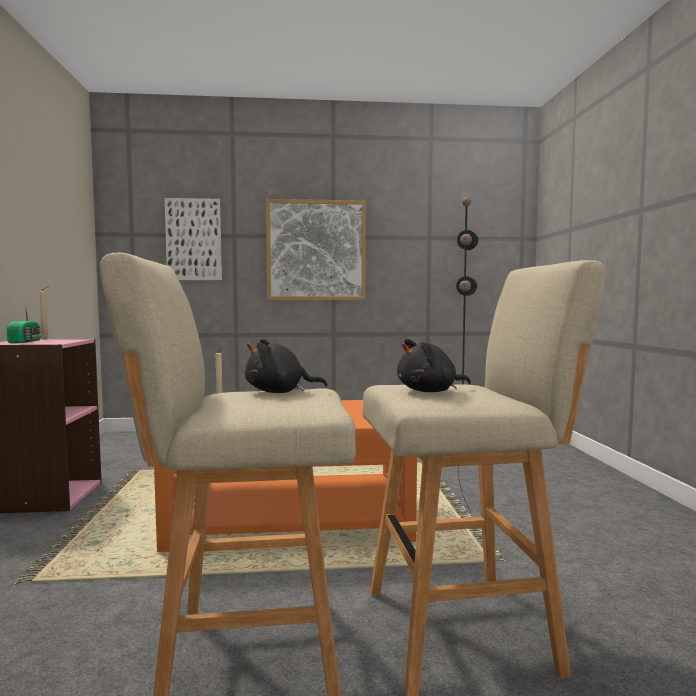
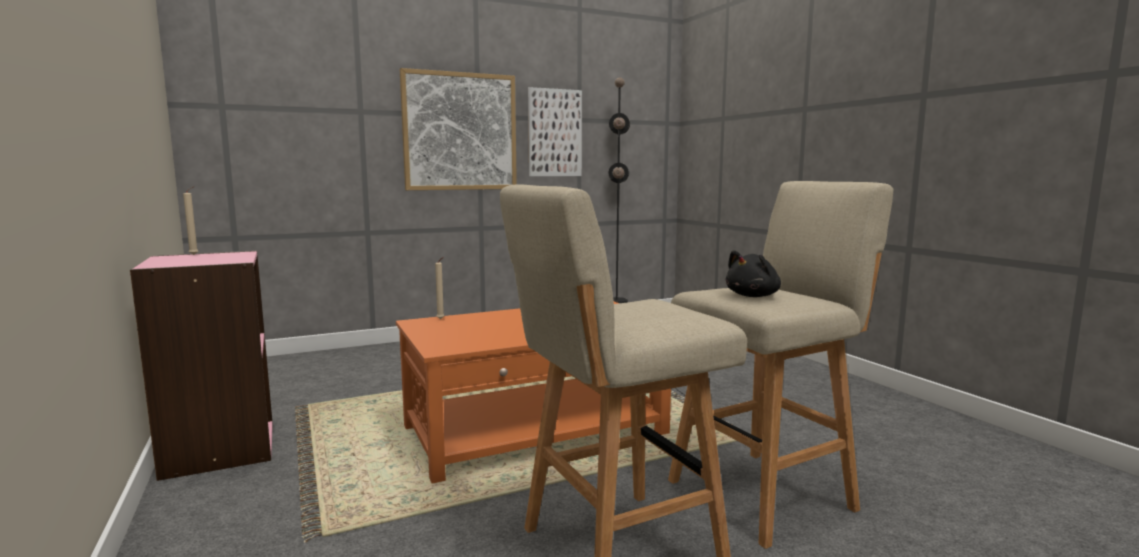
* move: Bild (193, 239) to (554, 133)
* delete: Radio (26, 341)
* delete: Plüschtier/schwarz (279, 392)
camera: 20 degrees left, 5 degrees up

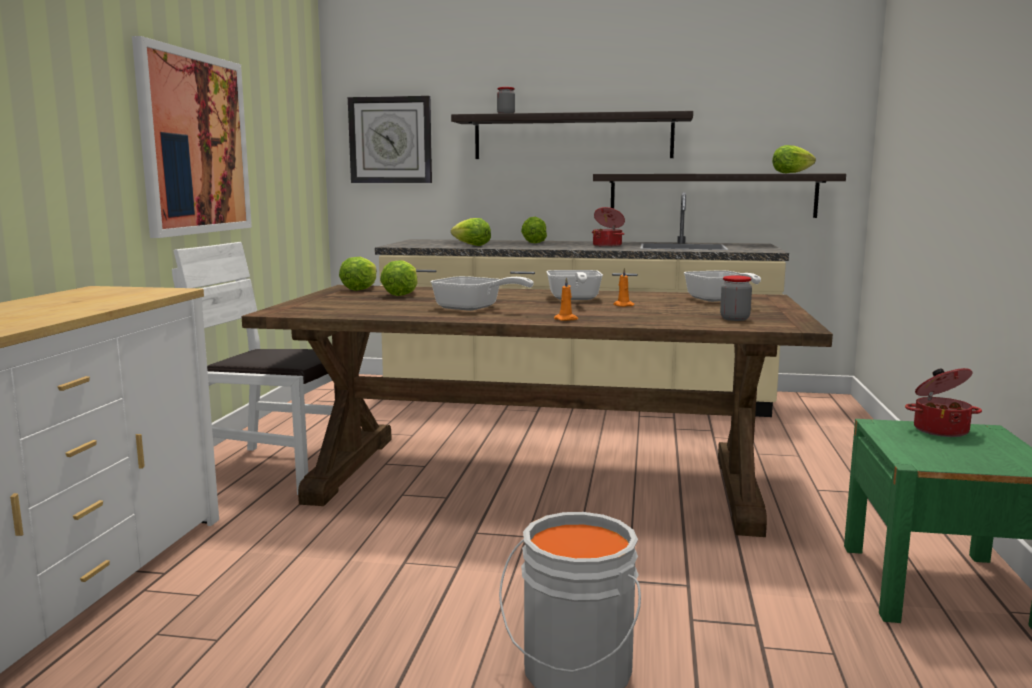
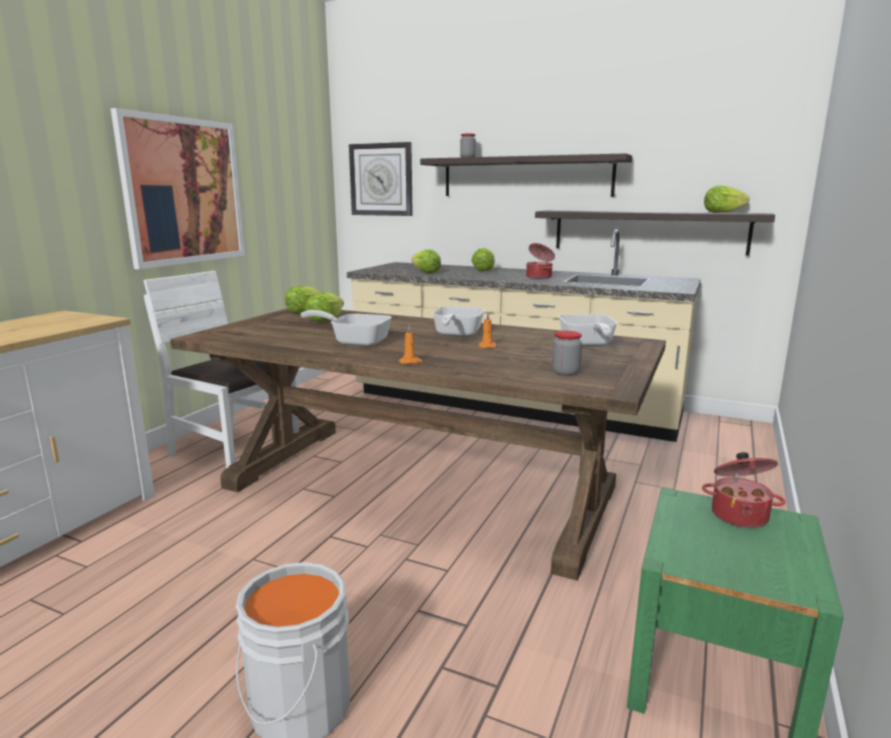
* rotate: Pfanne (473, 308) = (355, 341) 150 degrees clockwise
camera: 15 degrees right, 5 degrees up

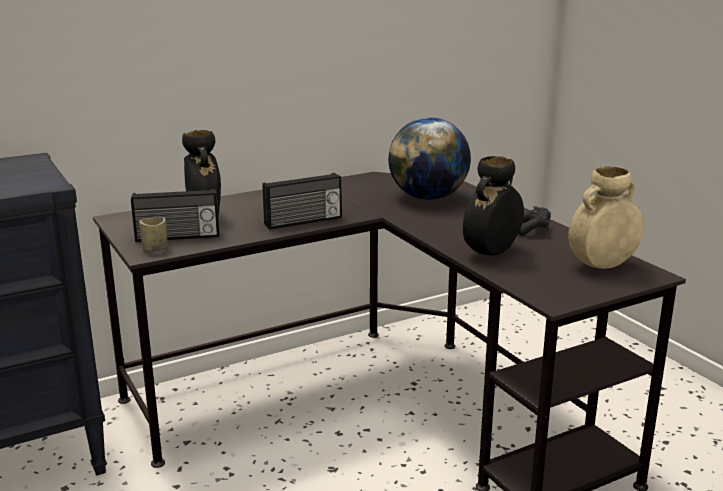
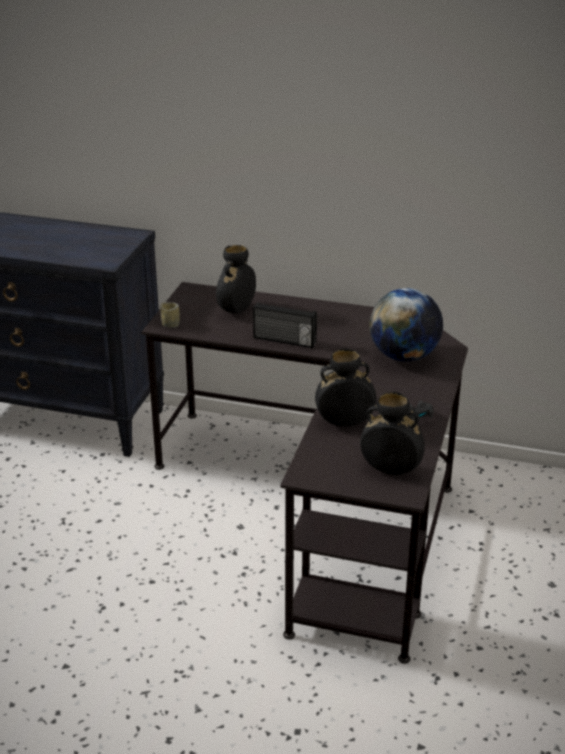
* recolor: Vase/beige (601, 266) to Vase/schwarz (391, 470)
* delete: Radio (177, 237)
camera: 45 degrees right, 10 degrees up

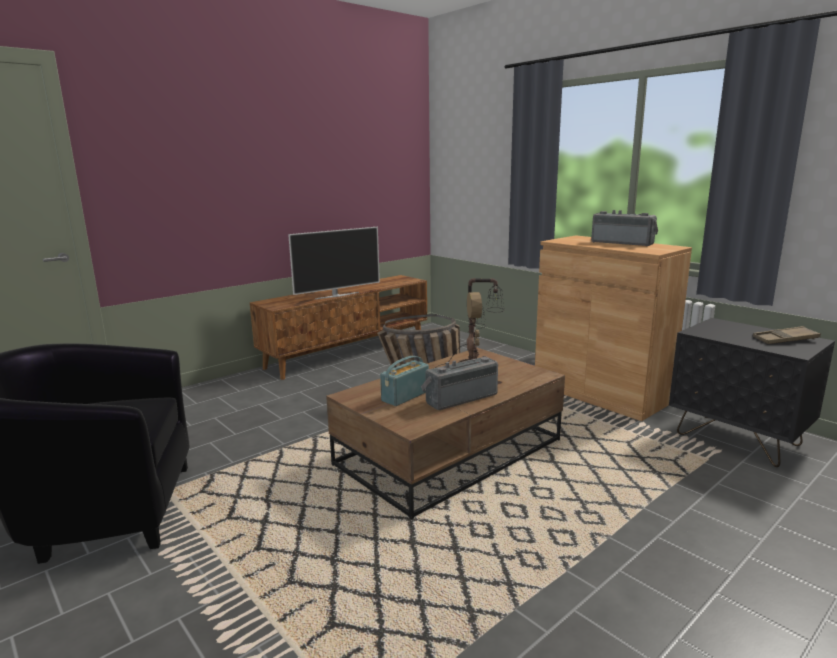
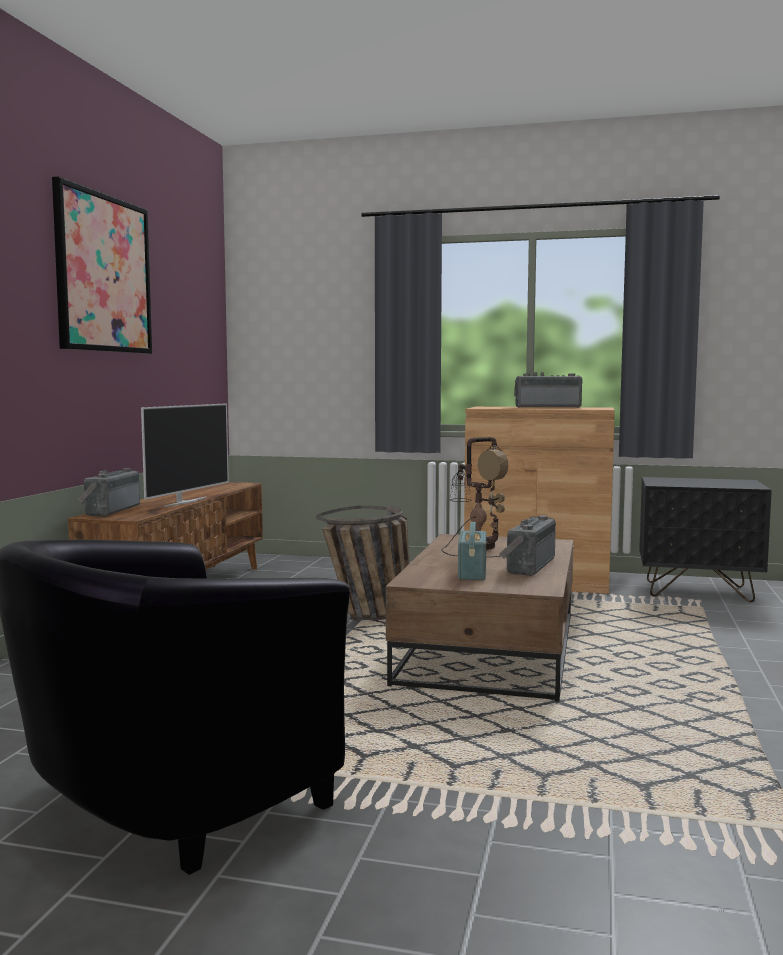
* insert: Bild (103, 274)
* insert: Radio (109, 510)
* delete: Tablett/braun (785, 340)
camera: 35 degrees left, 10 degrees down

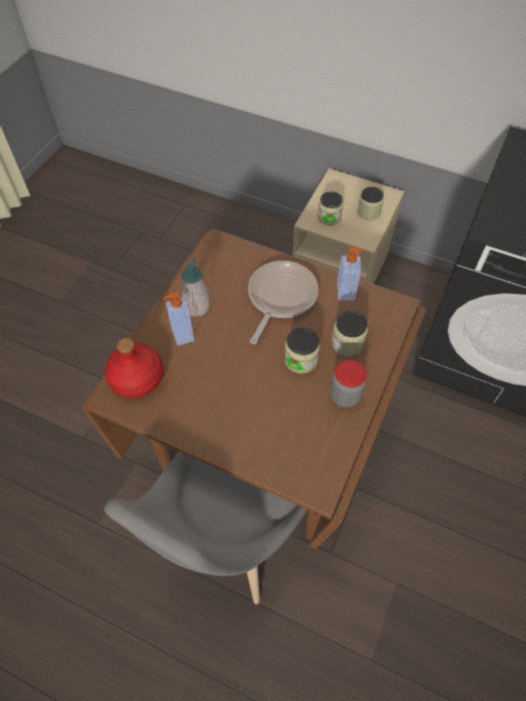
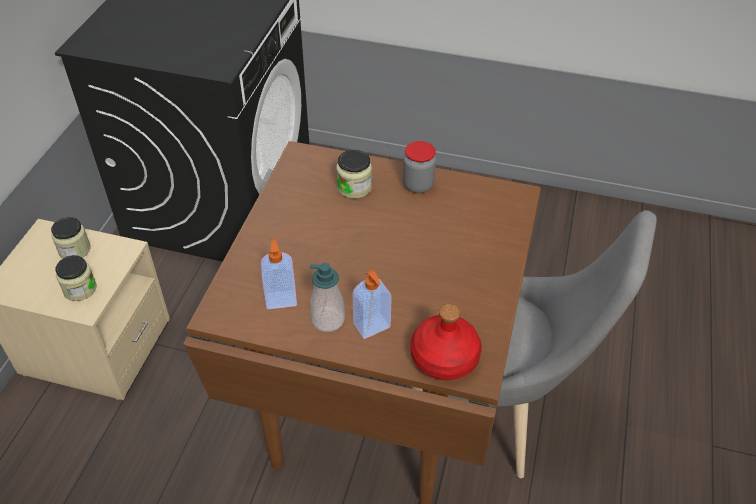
* move: Seifenspender (346, 291) to (281, 299)
* delete: Pfanne (280, 297)
* delete: Vorratsglas (300, 359)
camera: 100 degrees left, 10 degrees down

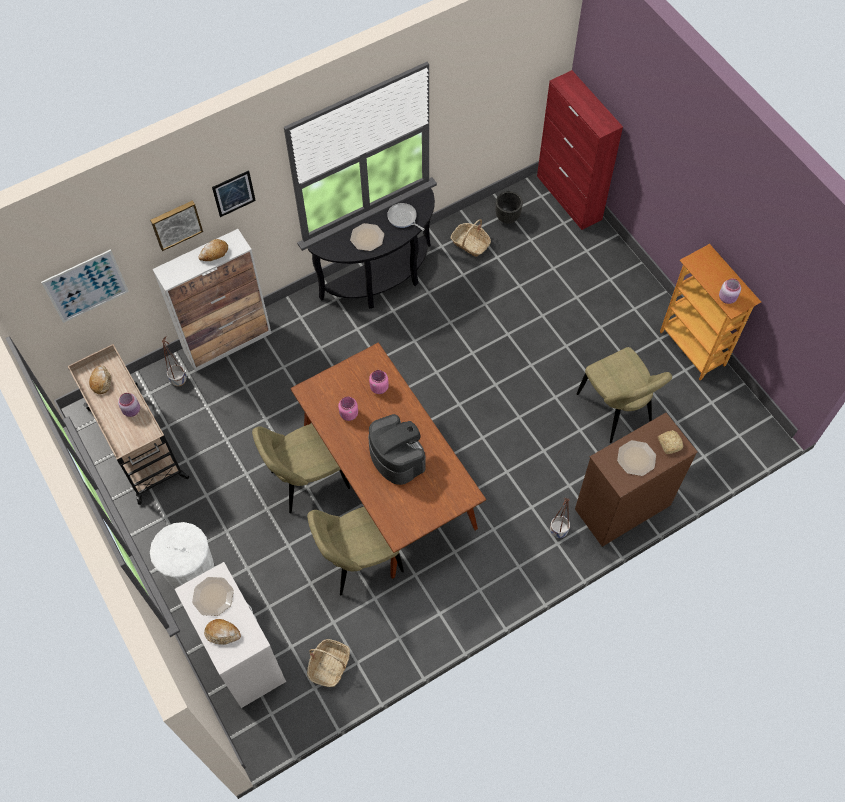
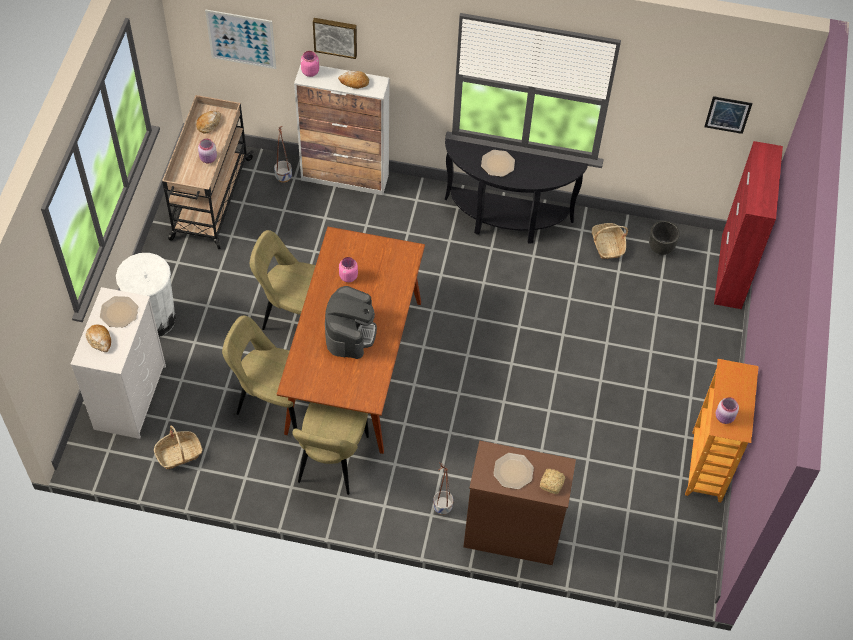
* move: Stuhl/beige (616, 411) to (331, 463)
* move: Vorratsglas/rosa (378, 387) to (310, 71)
* move: Bild (233, 193) to (728, 114)
* delete: Pfanne (403, 218)
camera: 40 degrees right, 5 degrees down

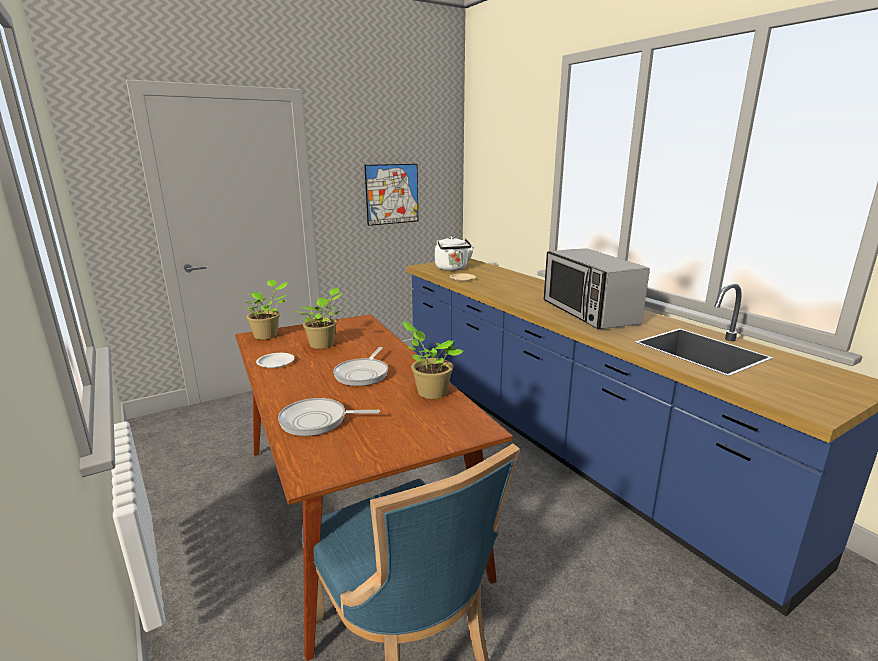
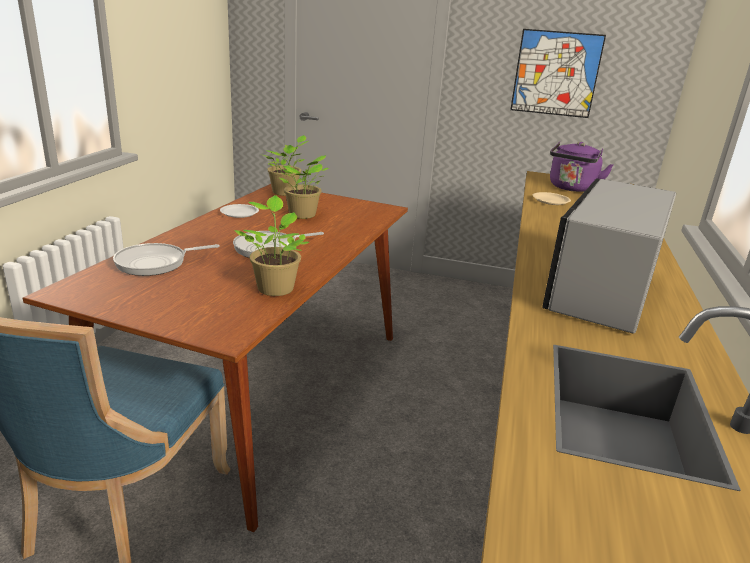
* rotate: Pfanne (317, 421) = (155, 263) 75 degrees counterclockwise
* recolor: Wasserkessel/weiß (452, 269) to Wasserkessel/lila (571, 188)
camera: 45 degrees right, 5 degrees up

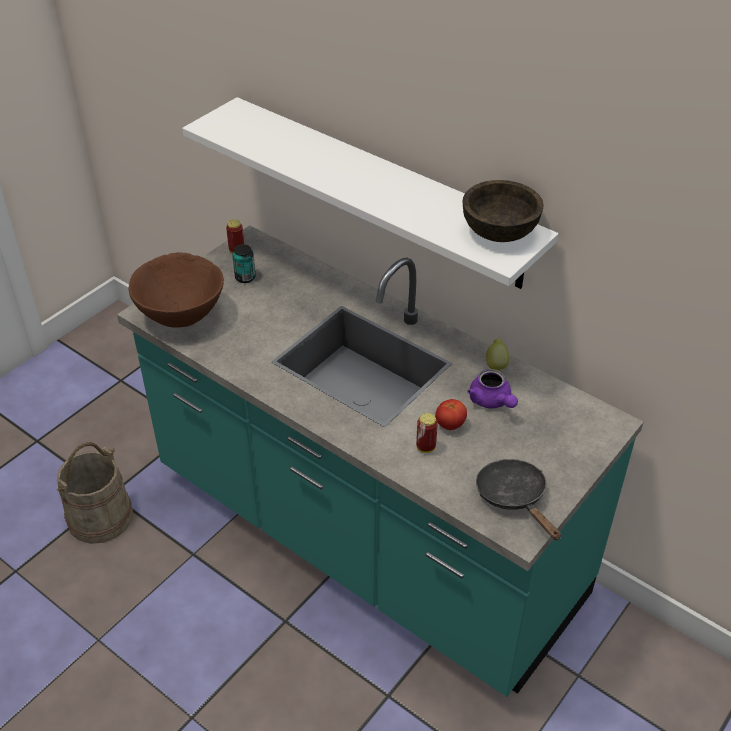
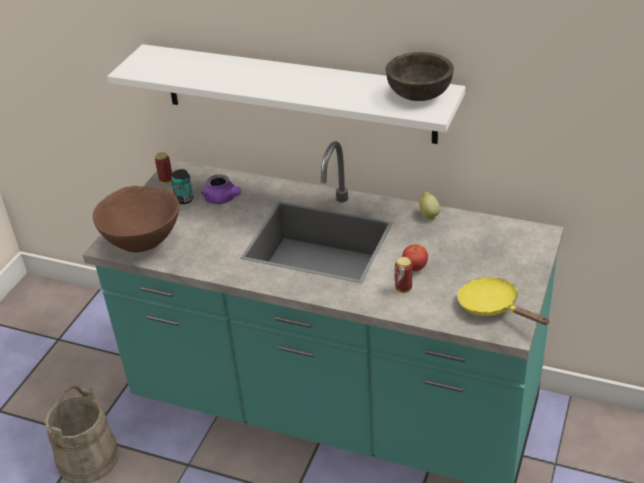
* move: Teekanne/lila (492, 401) to (223, 199)
* recolor: Pfanne/schwarz (514, 498) to Pfanne/gelb (493, 307)
camera: 15 degrees left, 5 degrees down

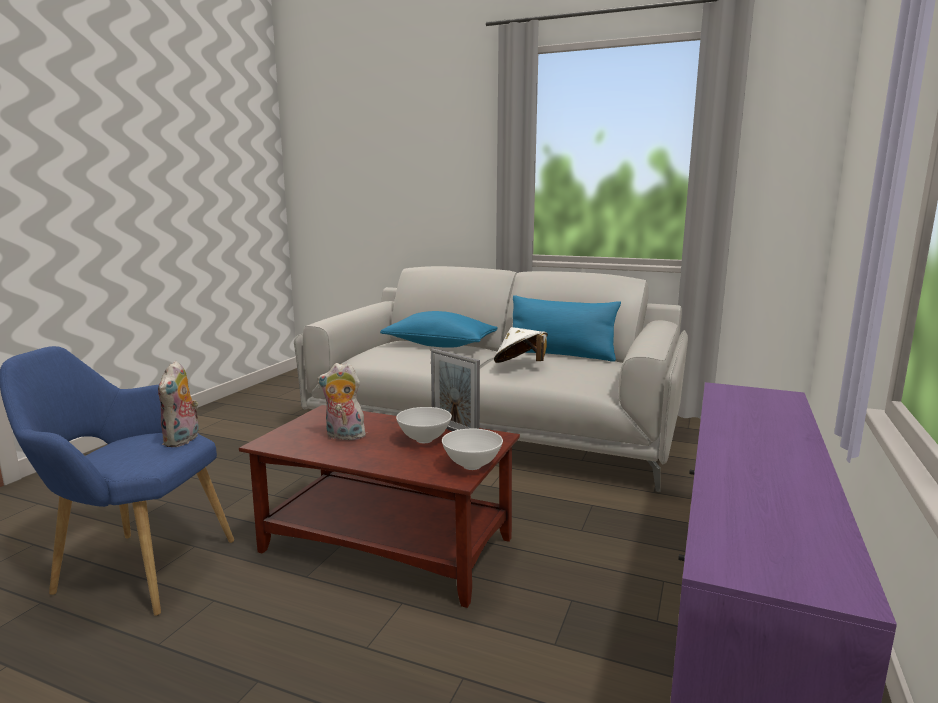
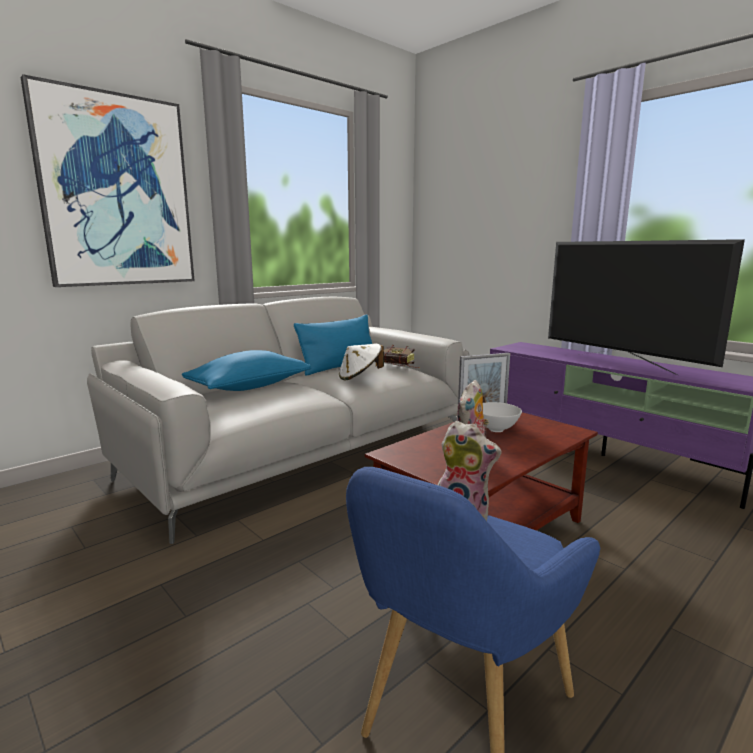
* insert: Bild (116, 192)
* insert: Buch (400, 367)
* insert: Fernseher (622, 364)
* delete: Schüssel/weiß (472, 466)
camera: 65 degrees left, 0 degrees up

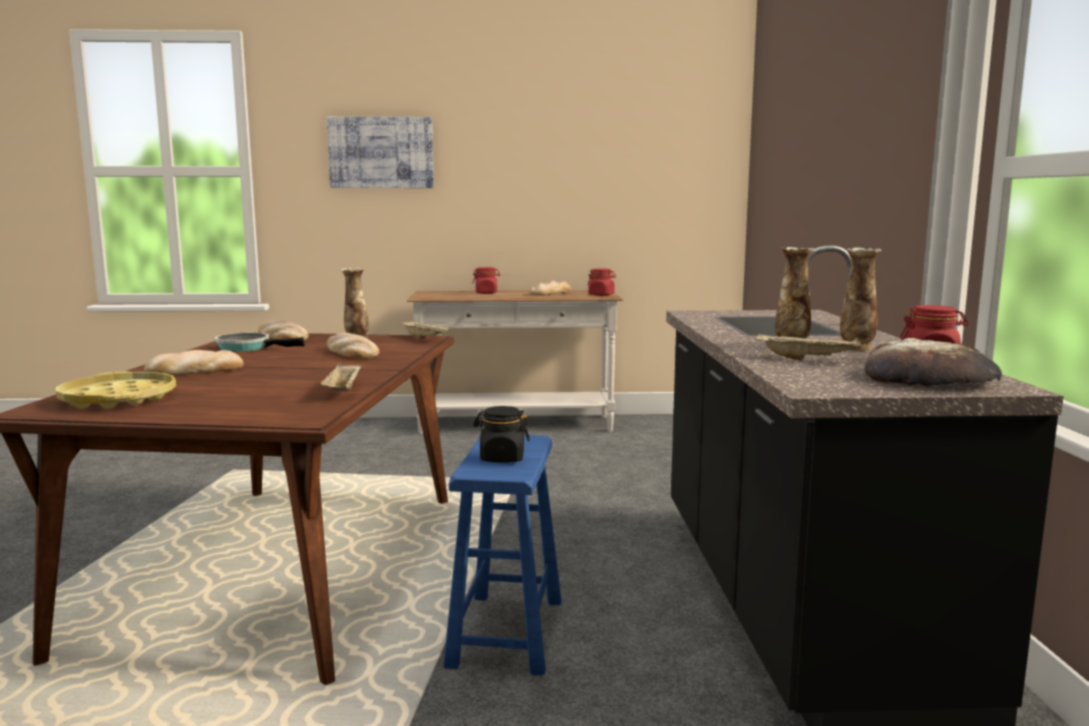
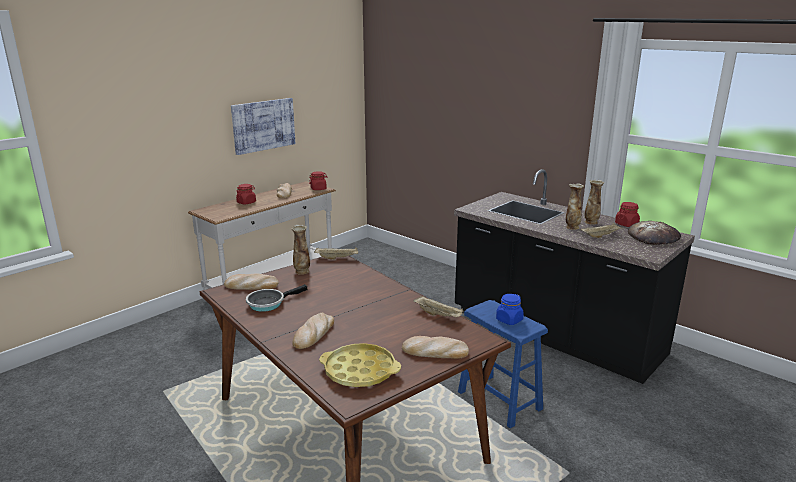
* move: Bild (381, 152) to (263, 125)
* move: Brot (351, 352) to (435, 351)
* recolor: Vorratsglas/schwarz (502, 458) to Vorratsglas/blau (509, 320)
camera: 45 degrees left, 10 degrees up

